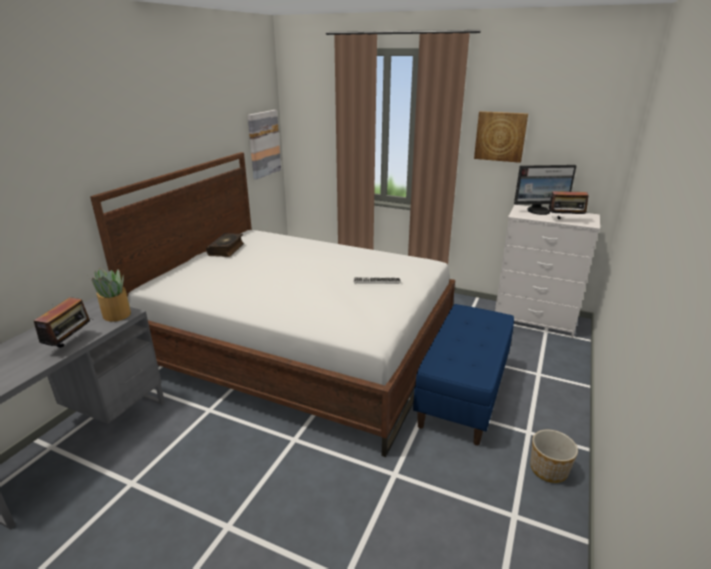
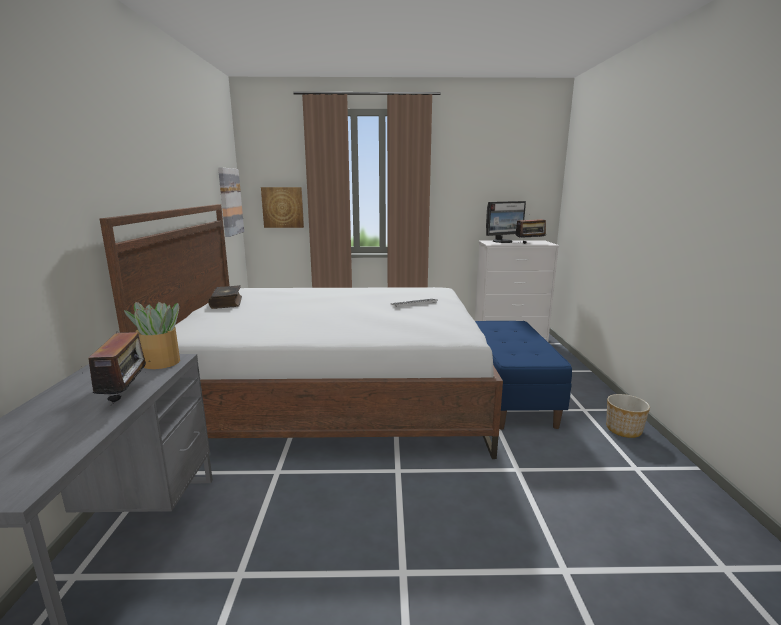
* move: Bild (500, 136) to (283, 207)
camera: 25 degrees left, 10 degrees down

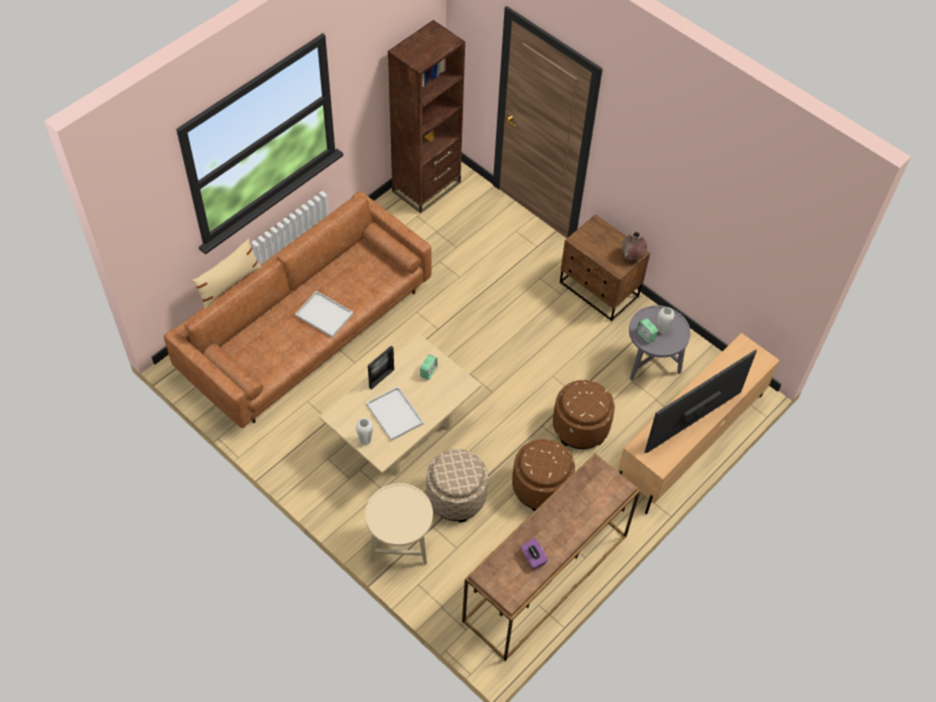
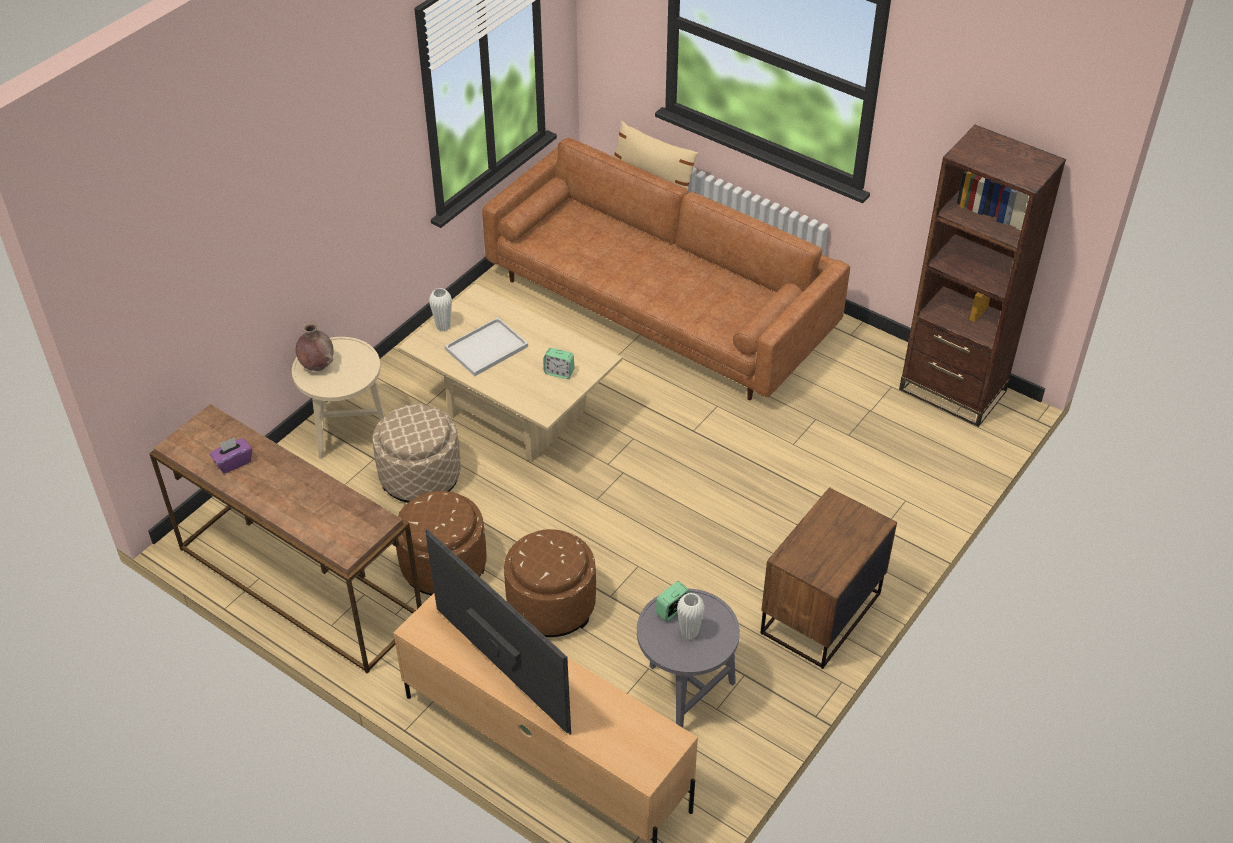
* move: Vase/braun (632, 256) to (317, 366)
* delete: Tablett/weiß (323, 314)
* delete: Bilderrahmen (381, 378)
camera: 85 degrees right, 10 degrees down

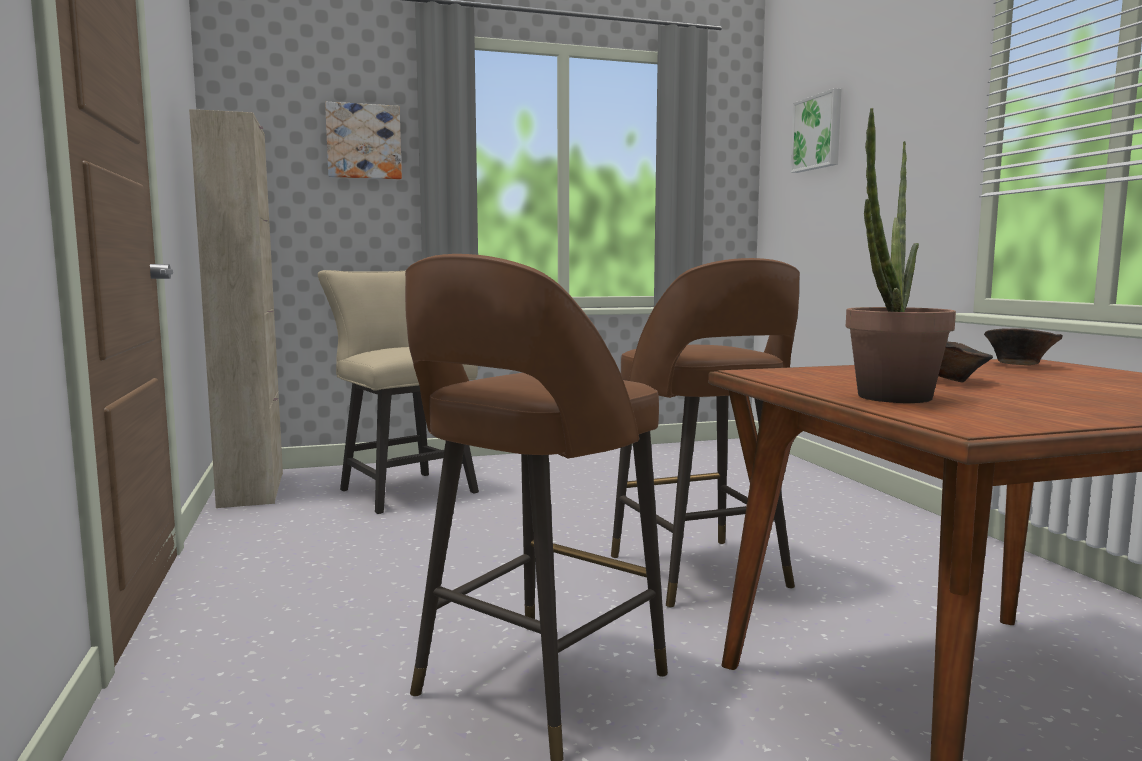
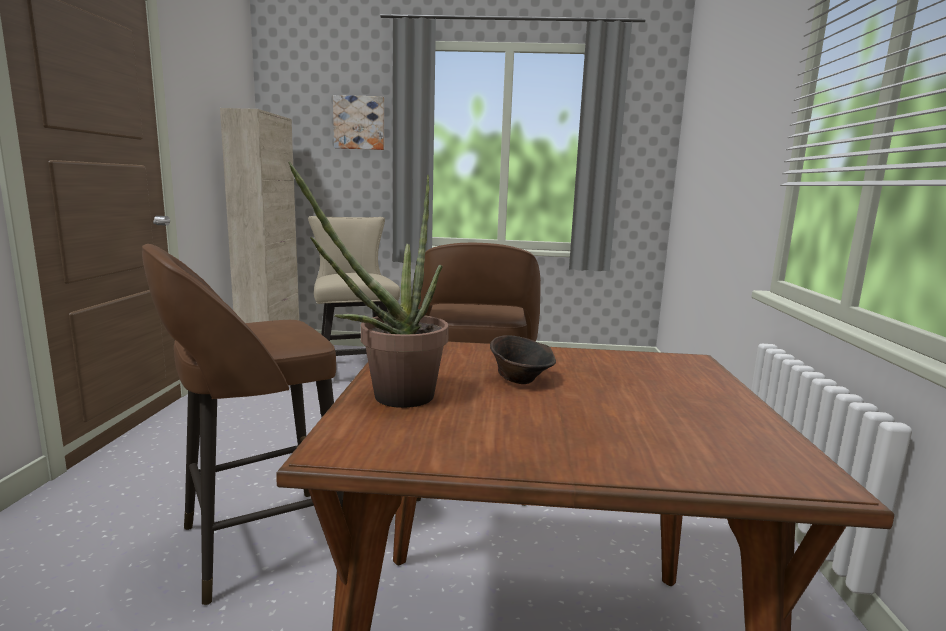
* delete: Bild (818, 132)
* delete: Schüssel/braun (1017, 365)
camera: 20 degrees right, 5 degrees up

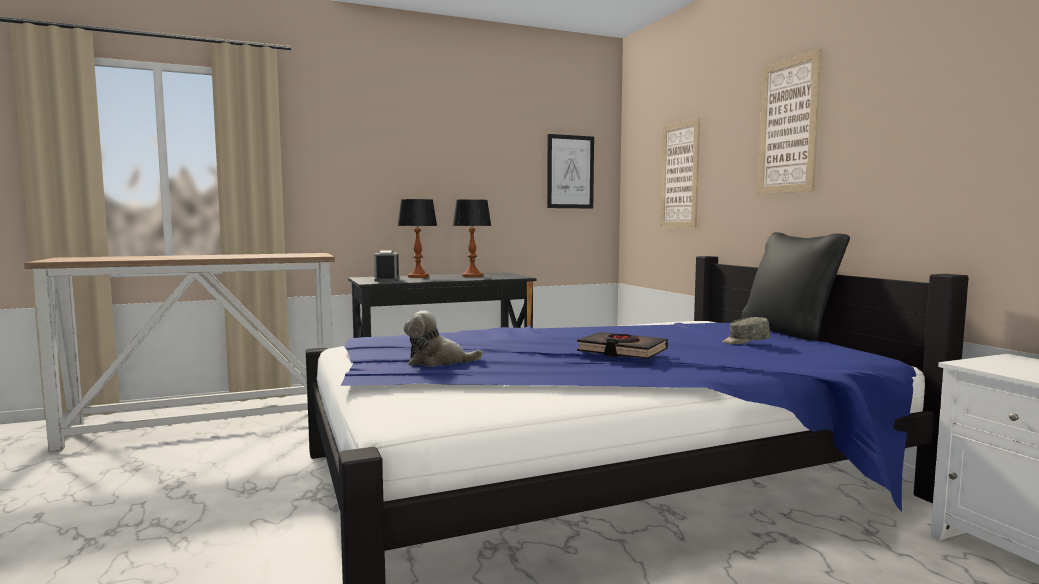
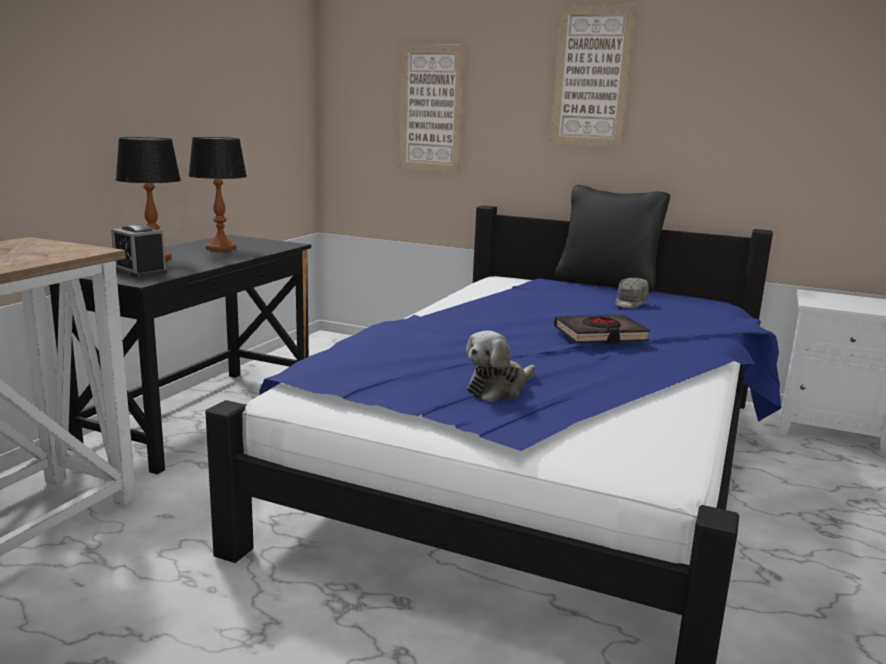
* delete: Bild (570, 172)
camera: 45 degrees left, 10 degrees up

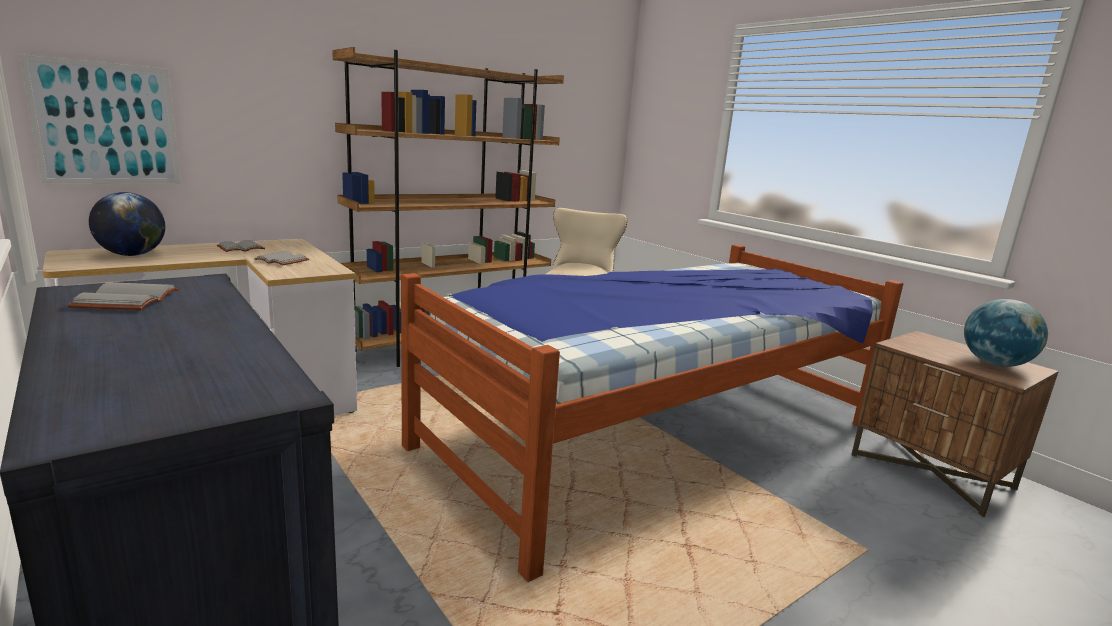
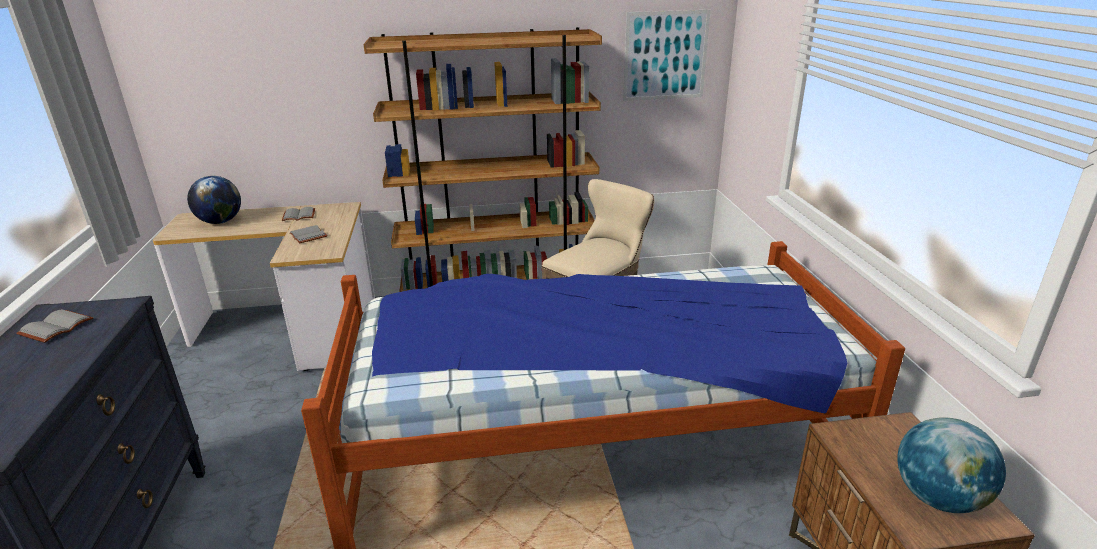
* move: Bild (106, 124) to (665, 56)
camera: 30 degrees right, 10 degrees up

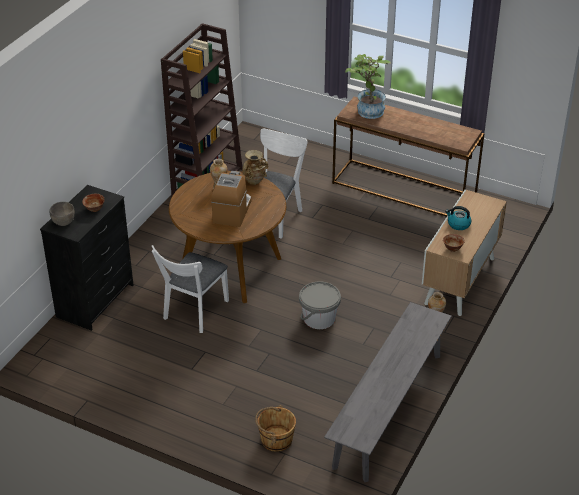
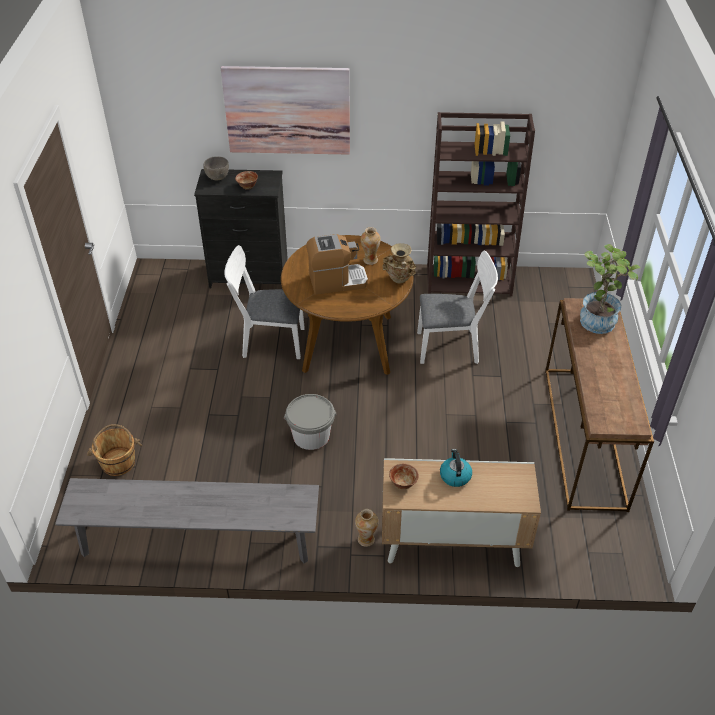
* insert: Bild (287, 110)
camera: 65 degrees right, 5 degrees up

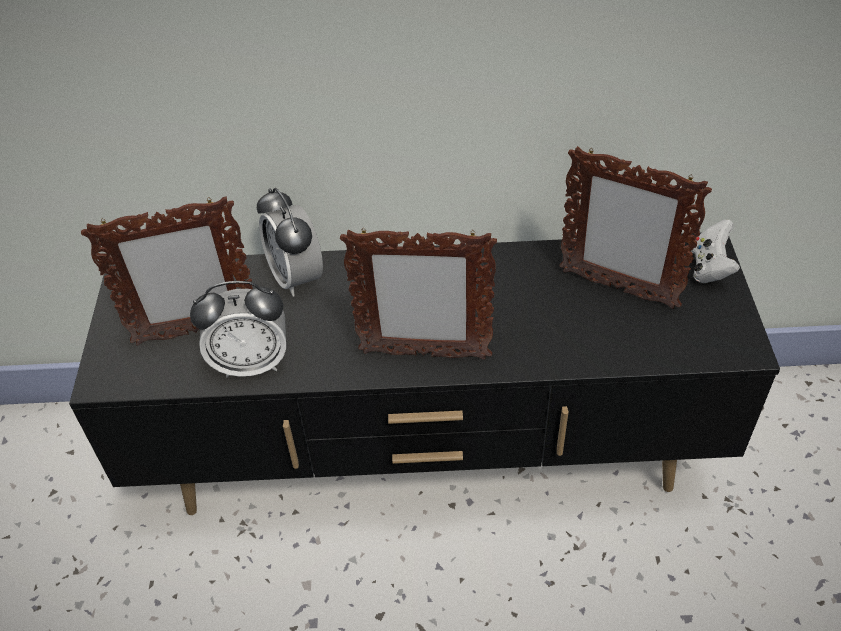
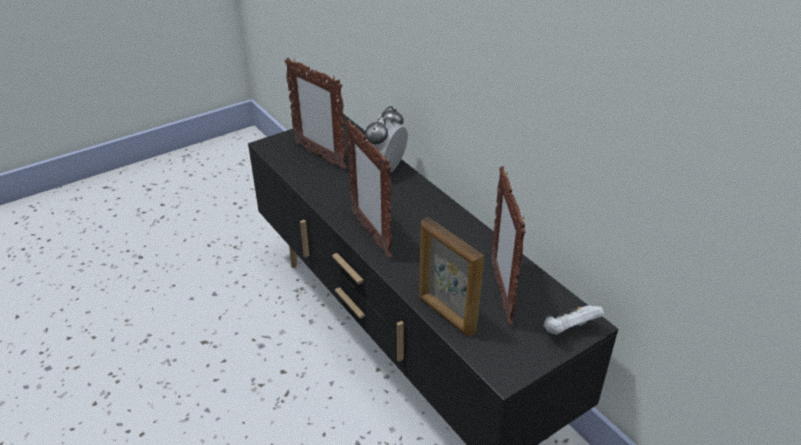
* insert: Bilderrahmen (446, 315)
* delete: Wecker (251, 363)
camera: 55 degrees right, 10 degrees down

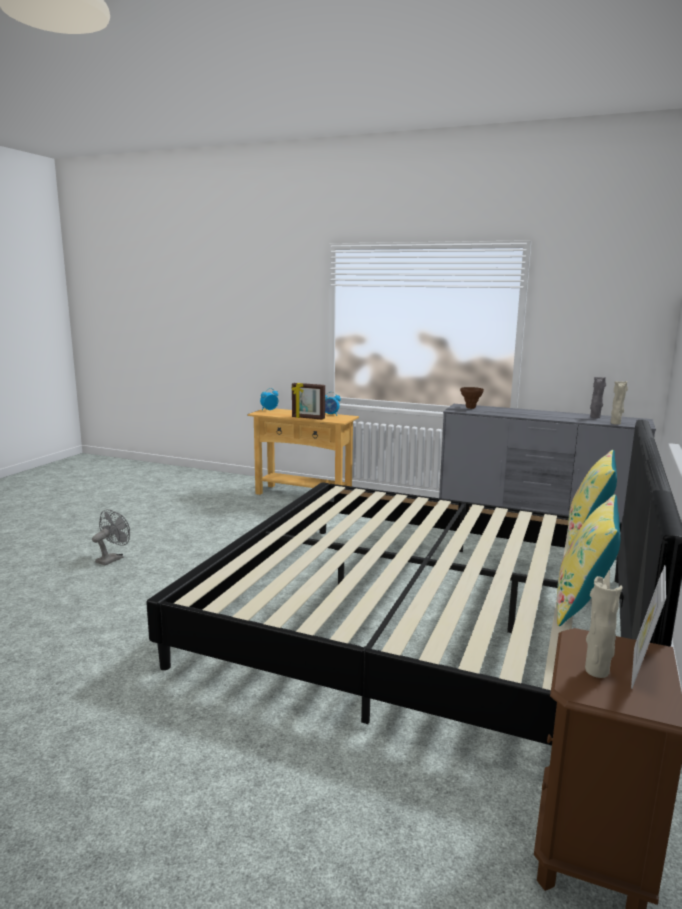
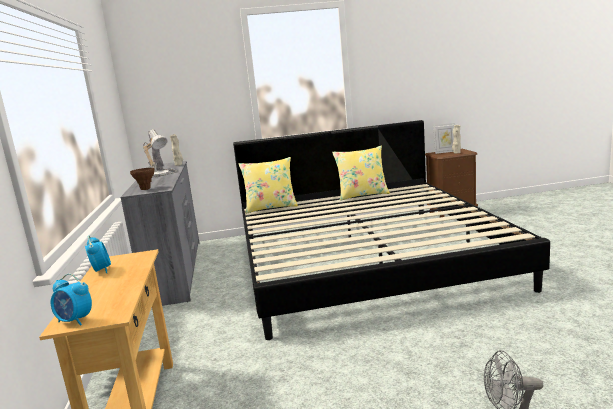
* insert: Tischlampe (161, 173)
* delete: Bilderrahmen (308, 418)
camera: 120 degrees left, 0 degrees up

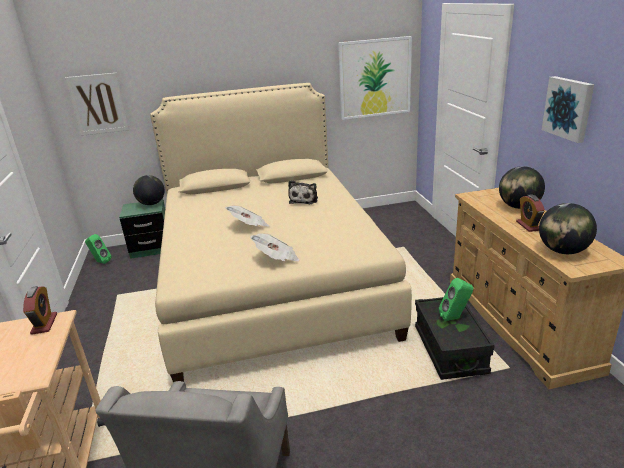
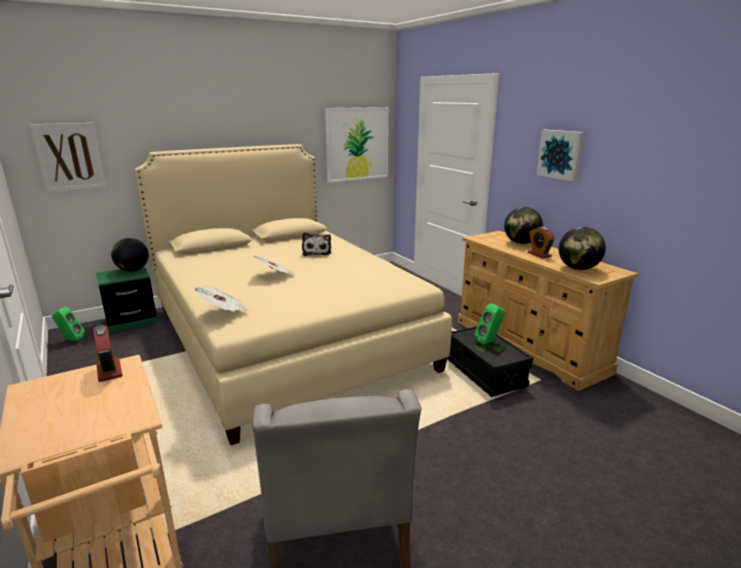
* move: Zeitung (277, 259) to (224, 312)
camera: 20 degrees left, 5 degrees down

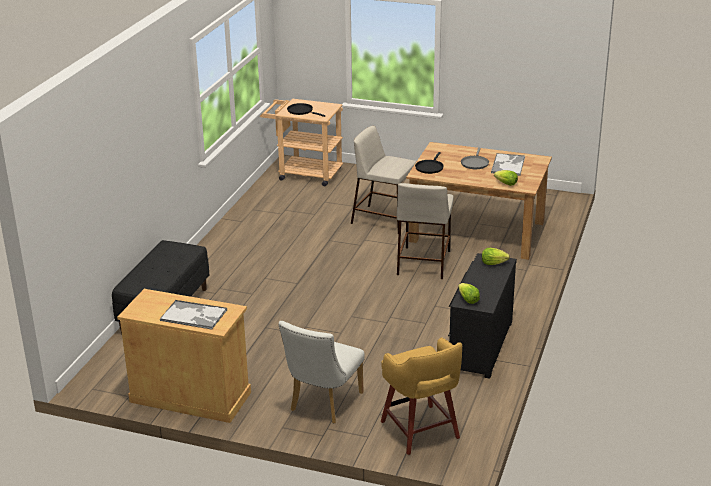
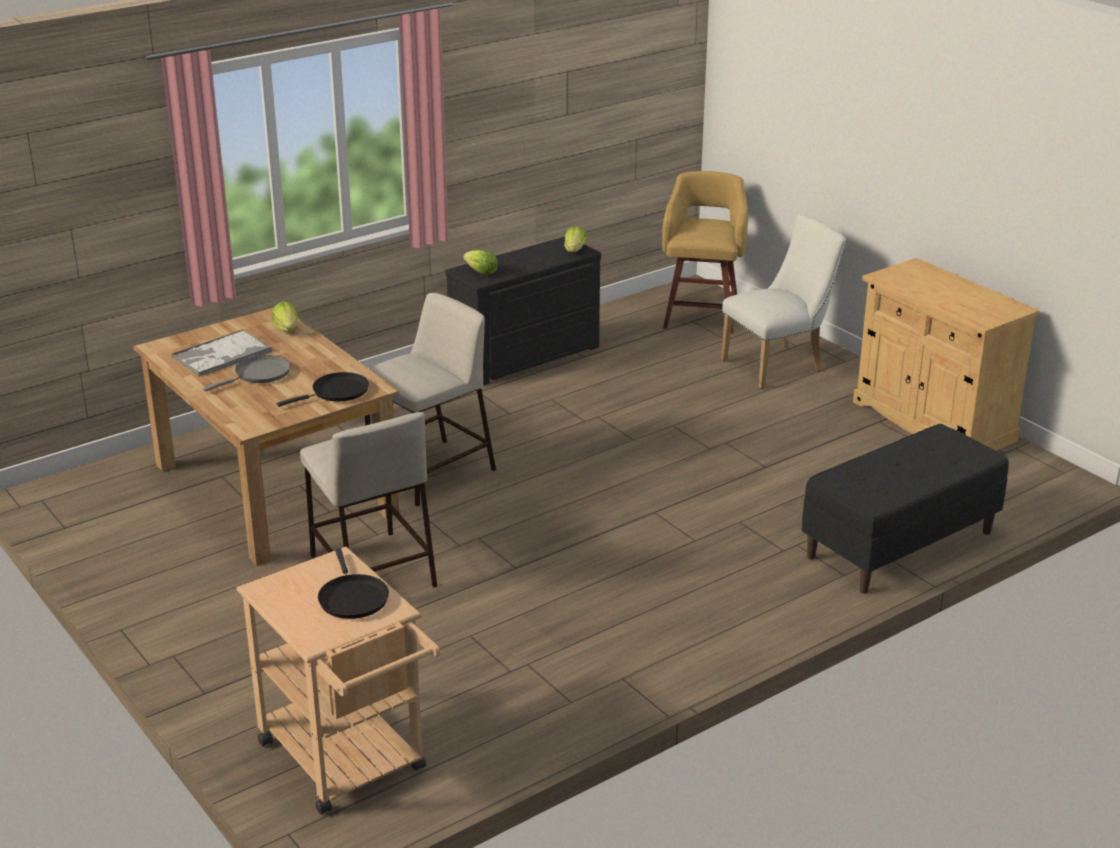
* delete: Tablett (194, 315)
camera: 145 degrees left, 0 degrees up

